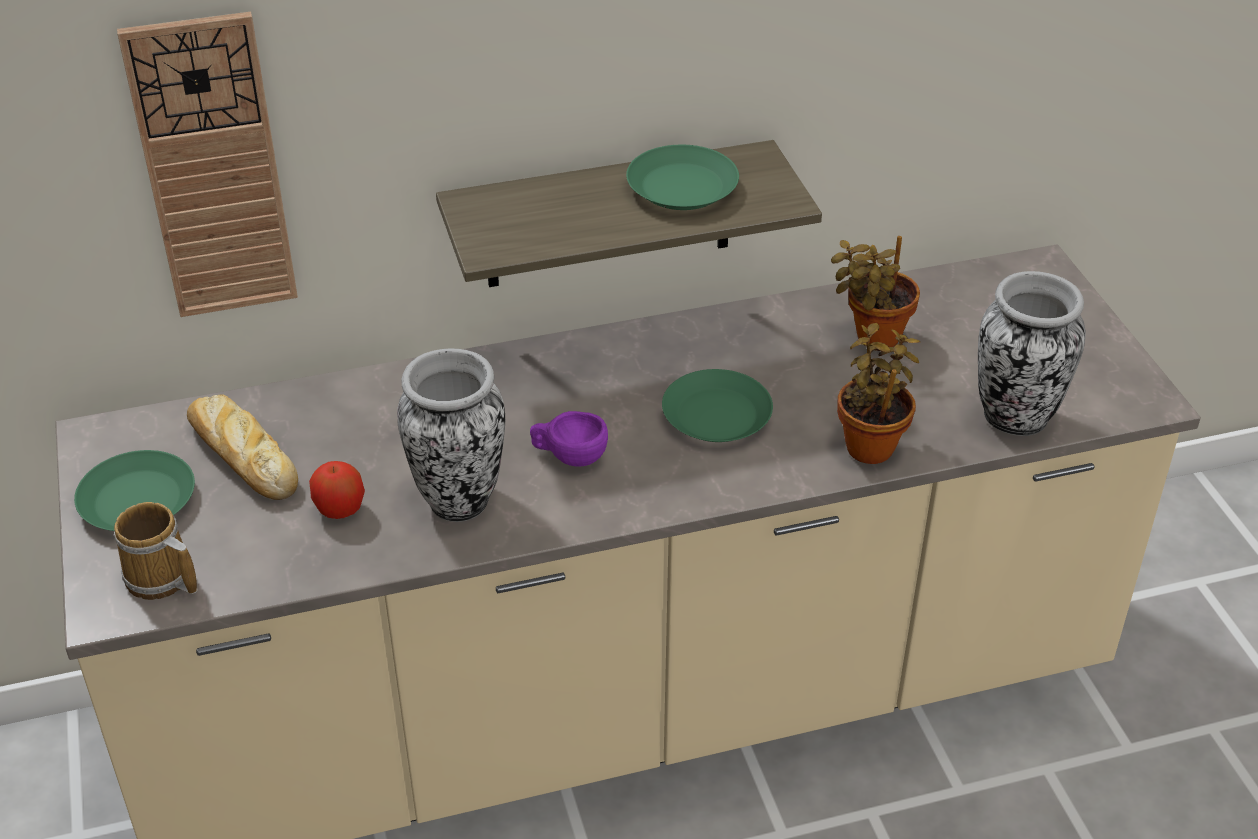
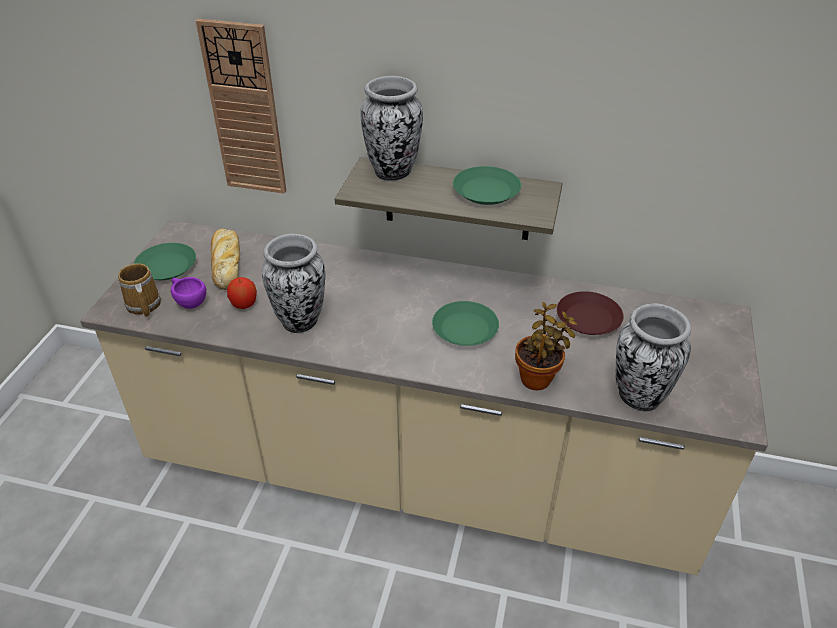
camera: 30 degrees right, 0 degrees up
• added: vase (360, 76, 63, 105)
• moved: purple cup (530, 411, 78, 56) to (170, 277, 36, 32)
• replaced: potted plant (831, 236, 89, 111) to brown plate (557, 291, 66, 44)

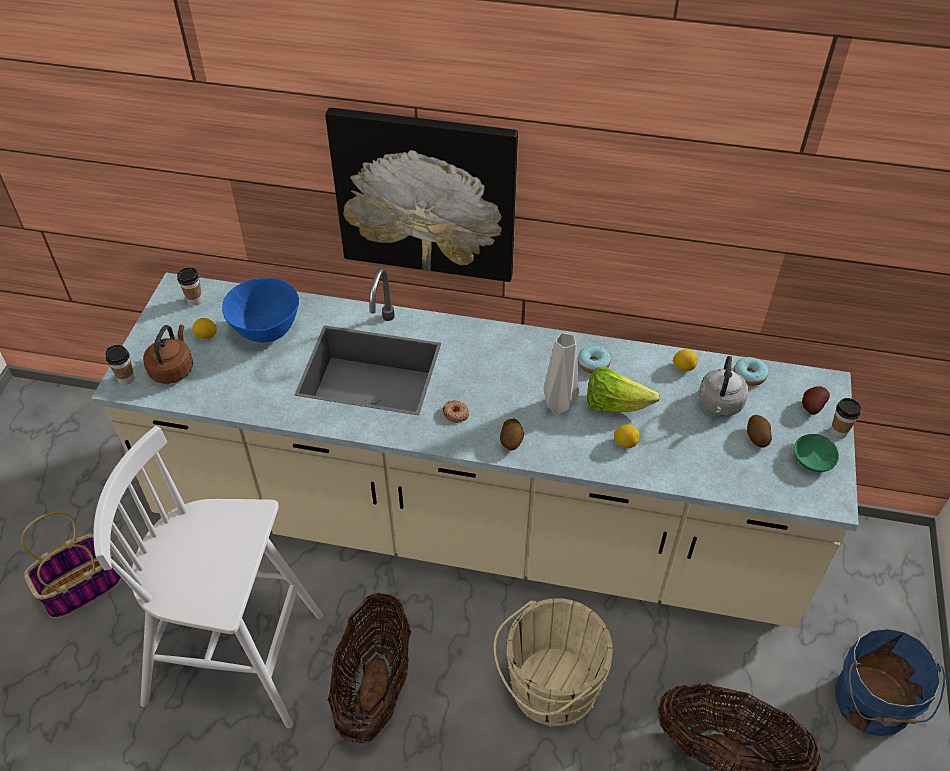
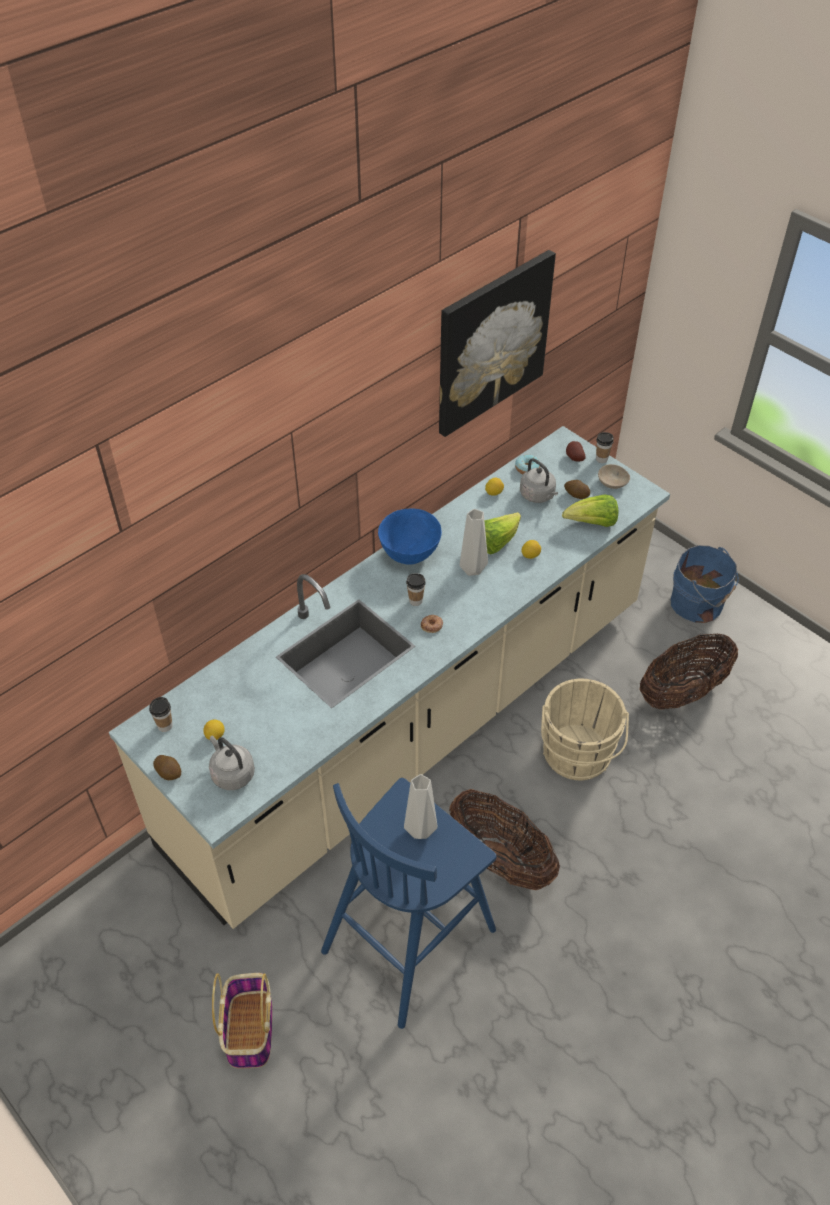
camera: 55 degrees left, 0 degrees up
• removed: donut (578, 345, 33, 29)
• added: grey vase (404, 774, 34, 65)
• added: lettuce (562, 494, 57, 33)
• moved: cup (105, 345, 30, 40) to (406, 573, 20, 33)
• moved: blue bowl (222, 278, 77, 65) to (378, 509, 64, 56)
• moved: picture (325, 108, 193, 174) to (439, 250, 117, 187)
• moved: potato (500, 419, 24, 31) to (153, 755, 28, 25)
• recoloured: white stool (93, 426, 230, 302) to blue stool (321, 778, 175, 251)
• recoloured: brown kettle (143, 325, 50, 59) to grey kettle (209, 735, 46, 55)
• recoloured: green bowl (794, 434, 45, 38) to beige bowl (598, 464, 32, 25)

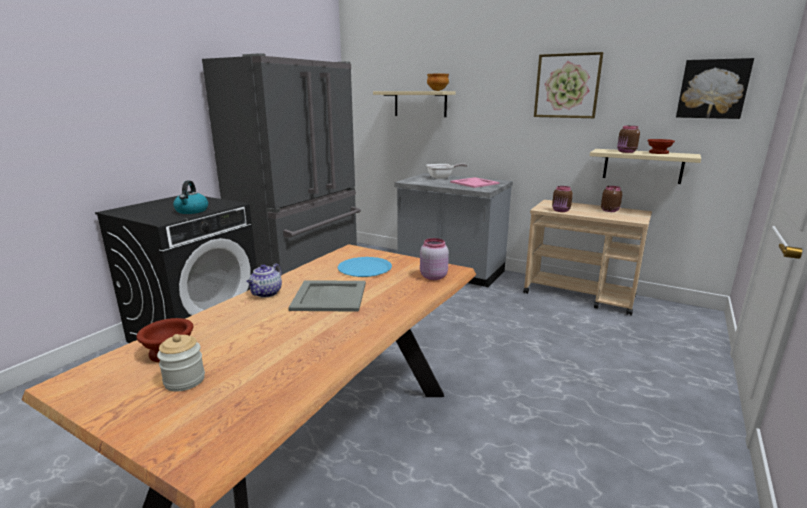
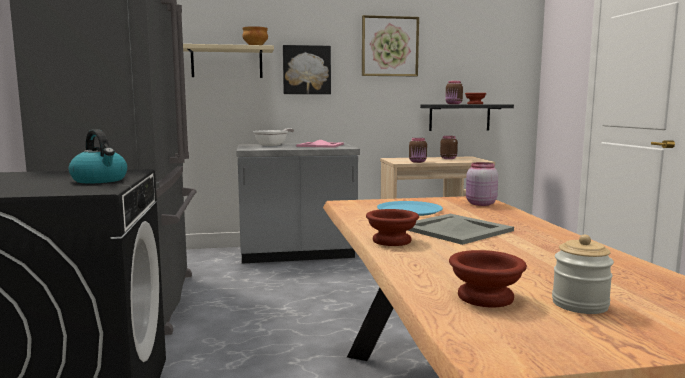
camera: 40 degrees left, 10 degrees down
• moved: picture (676, 58, 78, 61) to (283, 45, 48, 49)
• replaced: teapot (246, 263, 36, 34) to brown bowl (366, 209, 53, 37)
• recoloured: beige shelf (590, 149, 111, 35) to black shelf (420, 104, 94, 27)

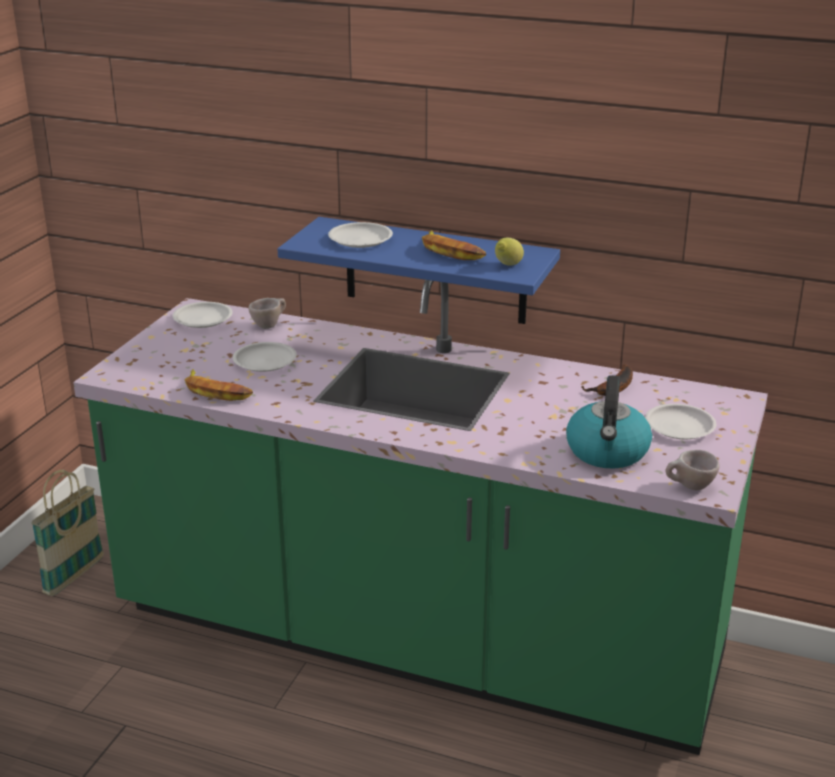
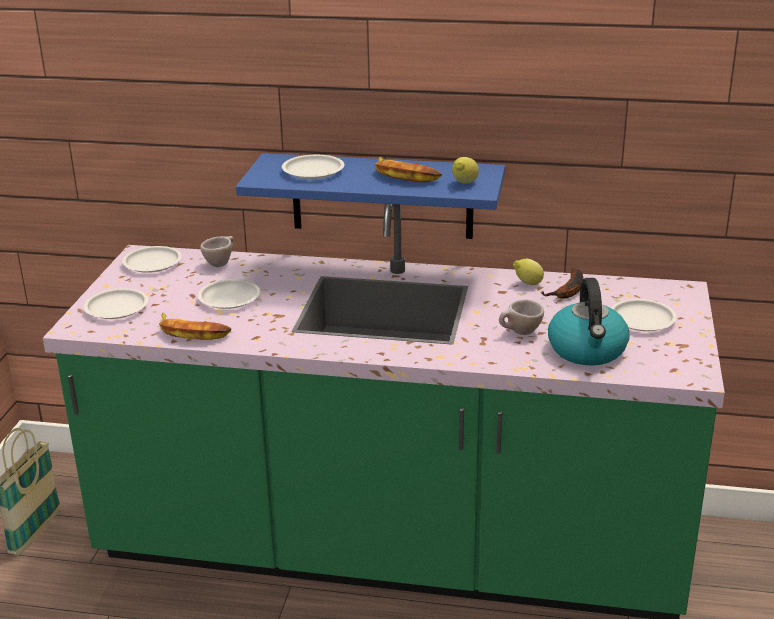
camera: 10 degrees left, 0 degrees up
• added: white plate (84, 288, 64, 31)
• added: lemon (513, 259, 31, 26)
• moved: beige cup (666, 450, 53, 40) to (499, 299, 45, 36)

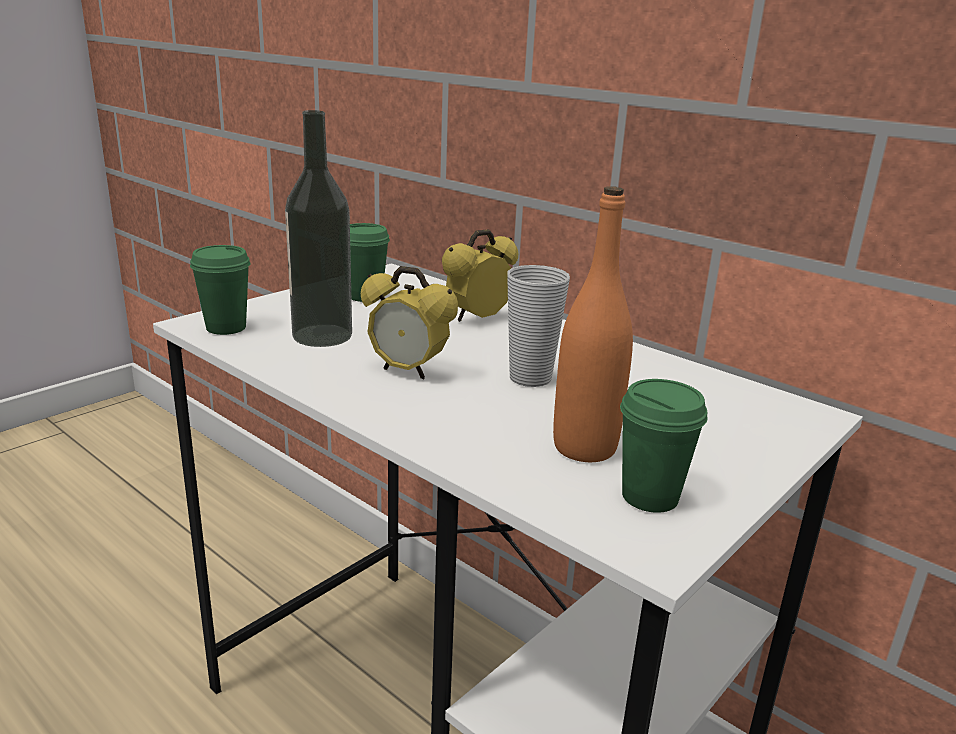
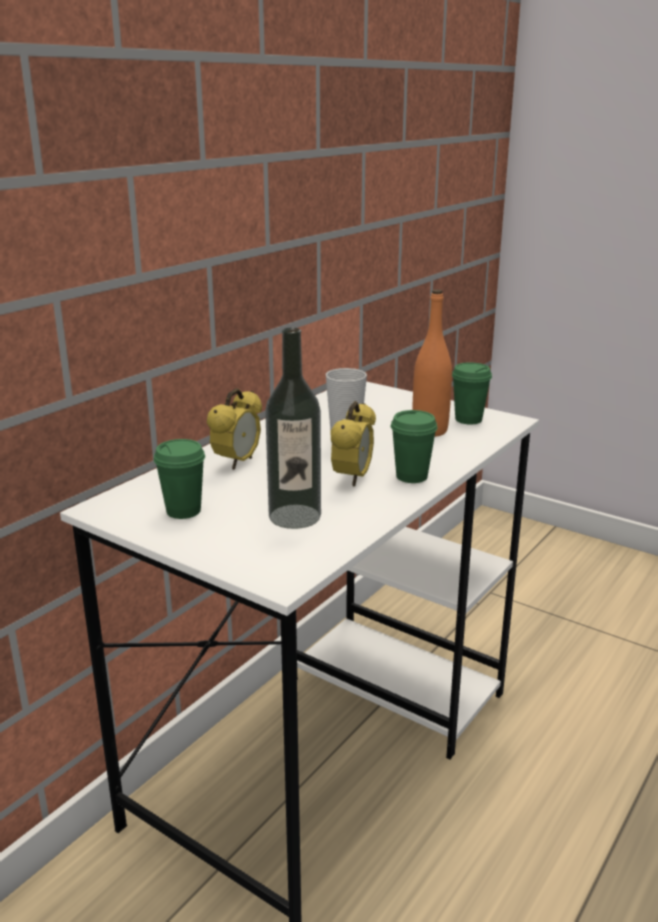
camera: 95 degrees left, 0 degrees up
• moved: green cup (190, 245, 61, 90) to (391, 410, 47, 73)
• turned: alarm clock (442, 229, 76, 93) = (207, 388, 55, 82) 105 degrees counterclockwise

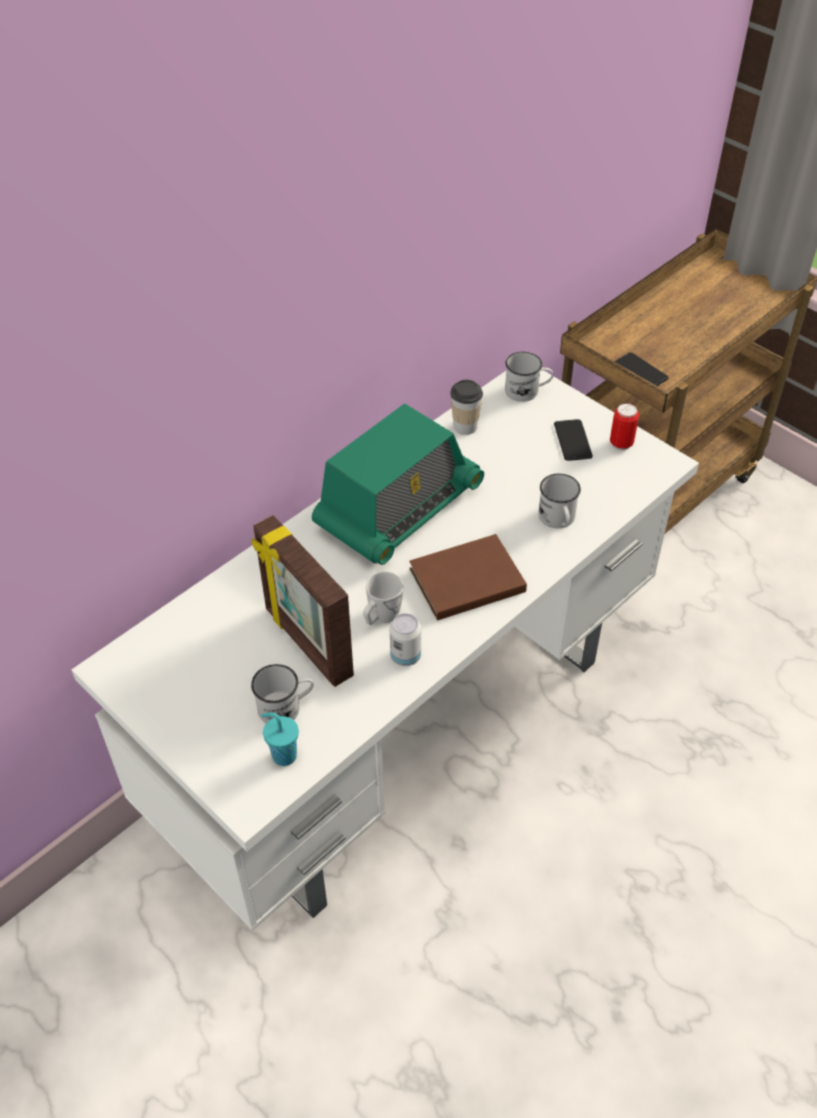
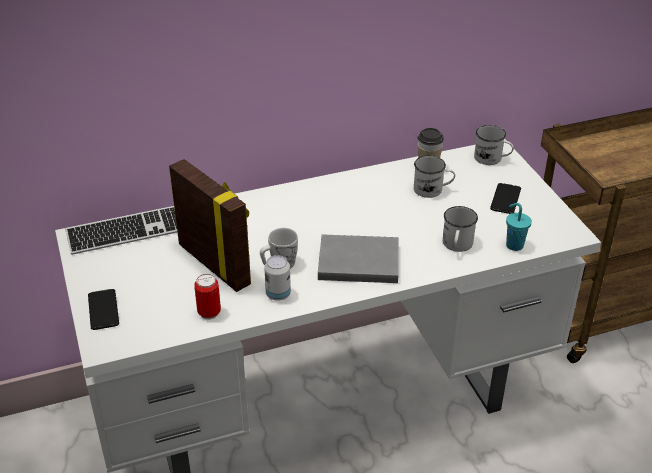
camera: 25 degrees right, 10 degrees down
• removed: radio (312, 403, 172, 162)
• added: keyboard (65, 206, 112, 49)
• moved: white mug (251, 664, 63, 59) to (414, 156, 41, 42)
• moved: turquoise cup (261, 712, 38, 54) to (506, 203, 26, 48)
• moved: can (610, 403, 29, 48) to (194, 274, 27, 46)
• moved: phone (614, 352, 55, 34) to (88, 289, 31, 41)
• recoloured: brown book (409, 534, 118, 87) to grey book (318, 234, 80, 49)
• turned: picture frame (251, 515, 103, 172) = (169, 159, 82, 133) 150 degrees clockwise

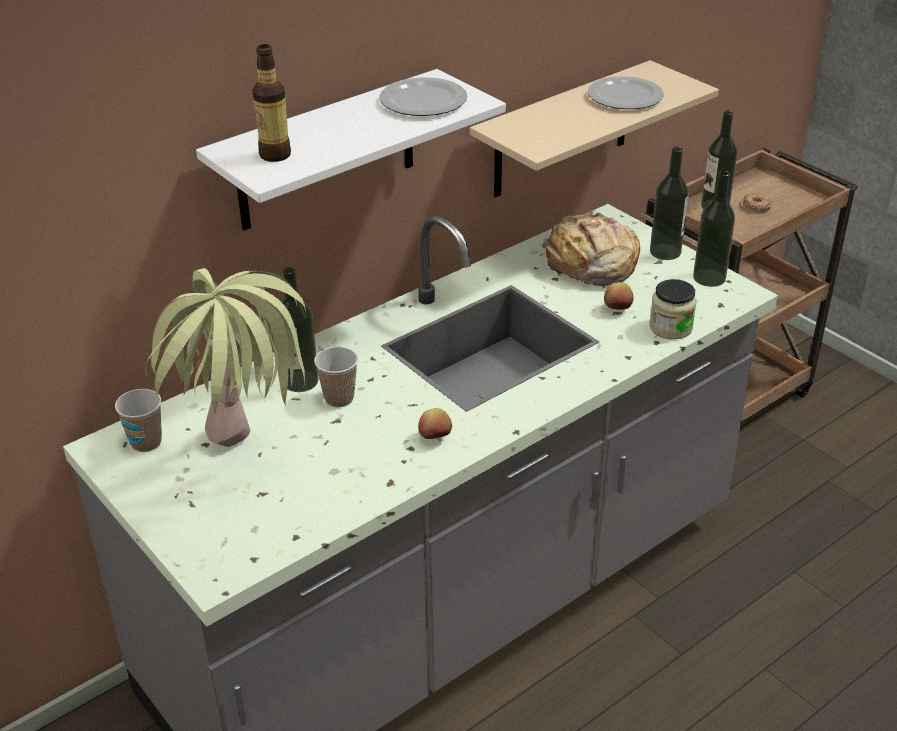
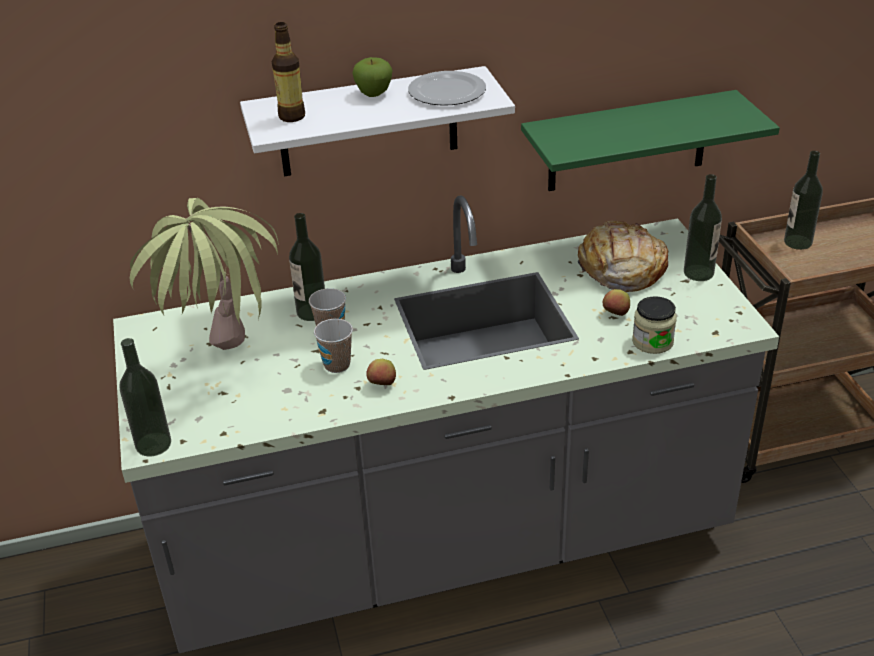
camera: 25 degrees right, 0 degrees up
• removed: plate (587, 76, 77, 33)
• removed: donut (743, 193, 28, 20)
• added: apple (352, 57, 41, 40)
• moved: cup (115, 389, 47, 63) to (314, 319, 39, 54)
• moved: bottle (693, 170, 42, 117) to (120, 338, 51, 118)
• recoloured: beige shelf (470, 60, 249, 137) to green shelf (521, 90, 259, 101)

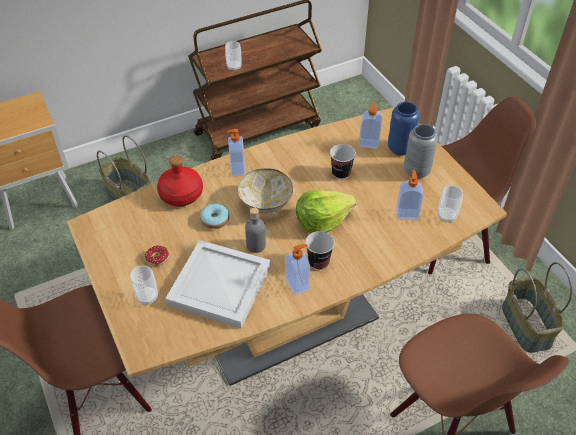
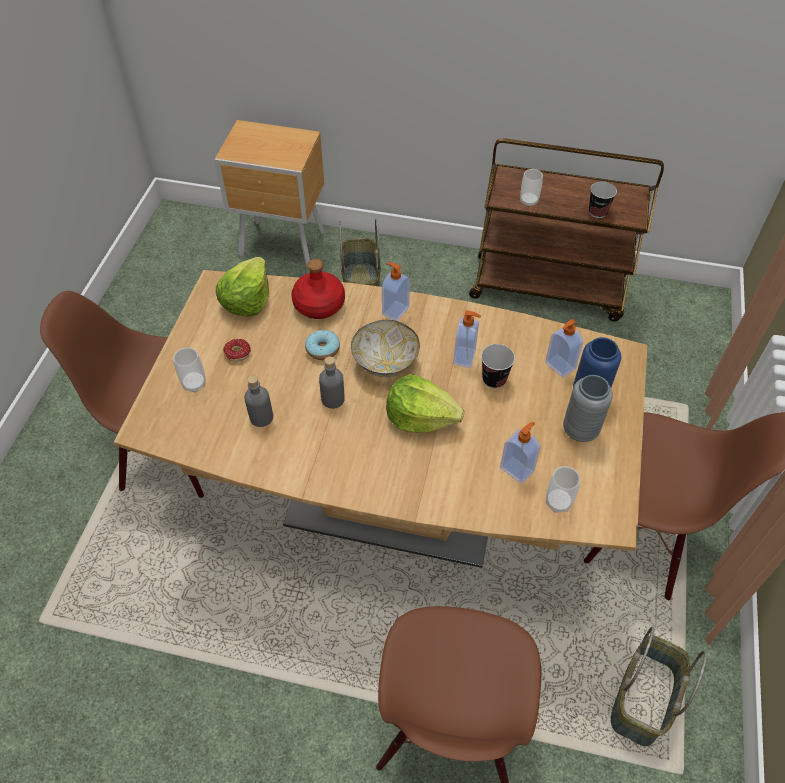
camera: 40 degrees right, 5 degrees up
• added: lettuce (216, 257, 53, 60)
• moved: soap dispenser (285, 244, 25, 52) to (453, 311, 28, 57)
• moved: cup (305, 231, 30, 39) to (589, 181, 28, 37)
• replaced: white tray (165, 240, 106, 88) to grey bottle (244, 375, 29, 52)

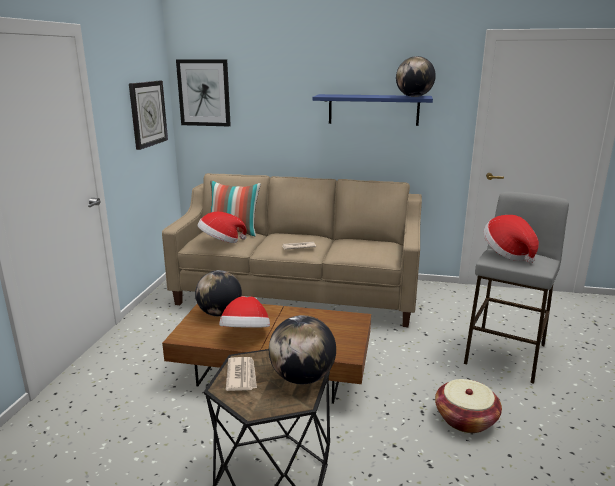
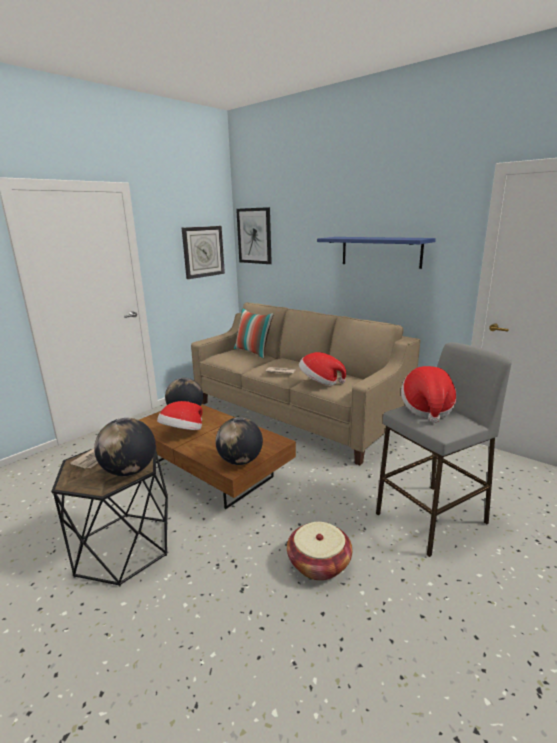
camera: 30 degrees right, 0 degrees up
• moved: hat (198, 212, 49, 31) to (299, 352, 47, 34)
• moved: globe (396, 56, 40, 41) to (216, 417, 47, 48)

